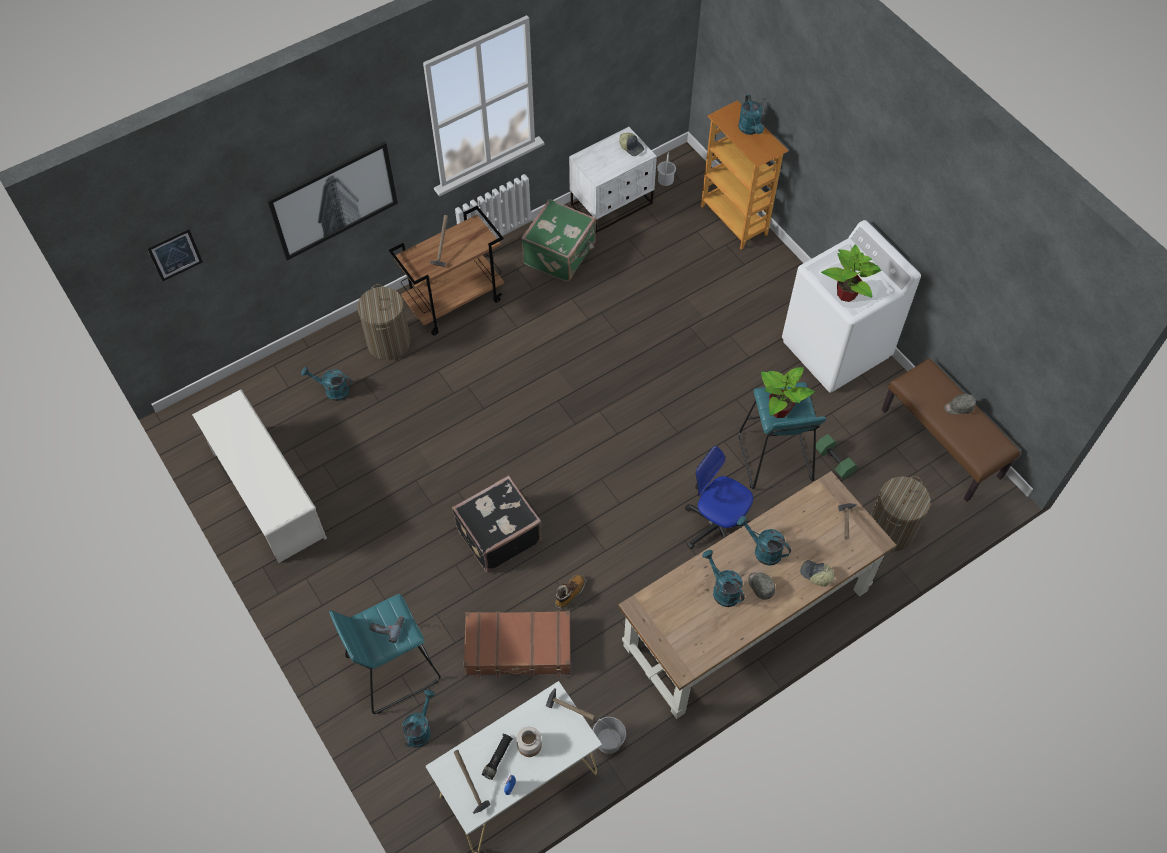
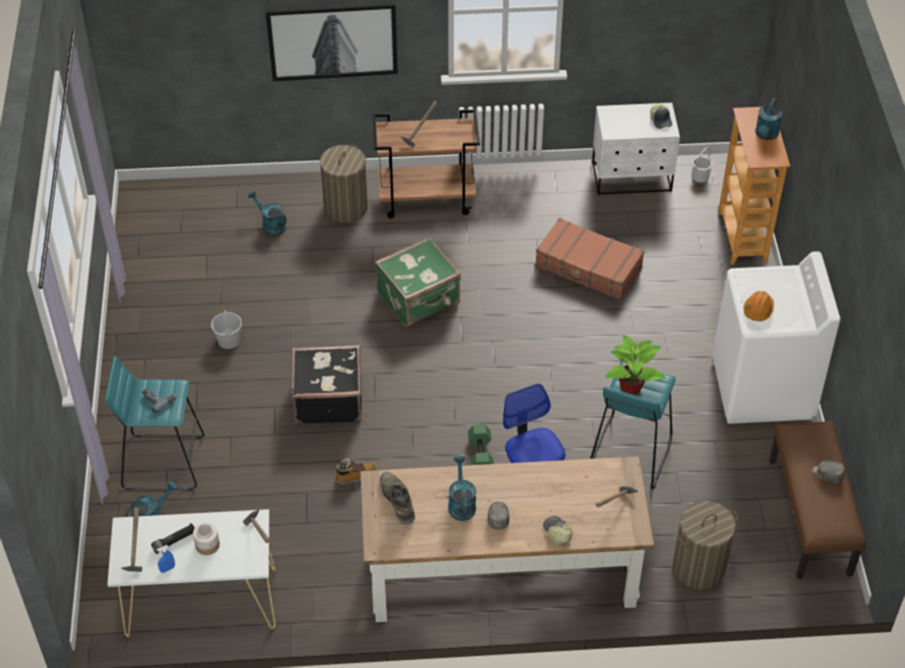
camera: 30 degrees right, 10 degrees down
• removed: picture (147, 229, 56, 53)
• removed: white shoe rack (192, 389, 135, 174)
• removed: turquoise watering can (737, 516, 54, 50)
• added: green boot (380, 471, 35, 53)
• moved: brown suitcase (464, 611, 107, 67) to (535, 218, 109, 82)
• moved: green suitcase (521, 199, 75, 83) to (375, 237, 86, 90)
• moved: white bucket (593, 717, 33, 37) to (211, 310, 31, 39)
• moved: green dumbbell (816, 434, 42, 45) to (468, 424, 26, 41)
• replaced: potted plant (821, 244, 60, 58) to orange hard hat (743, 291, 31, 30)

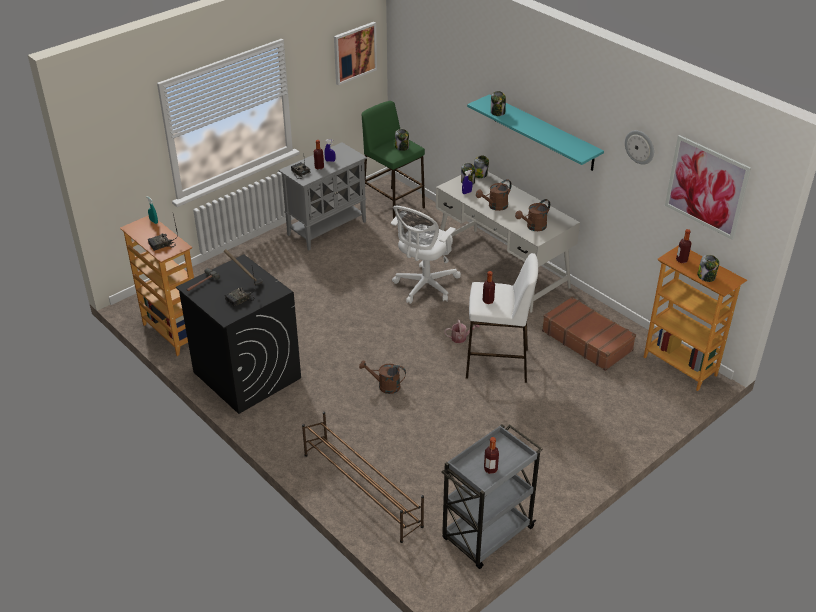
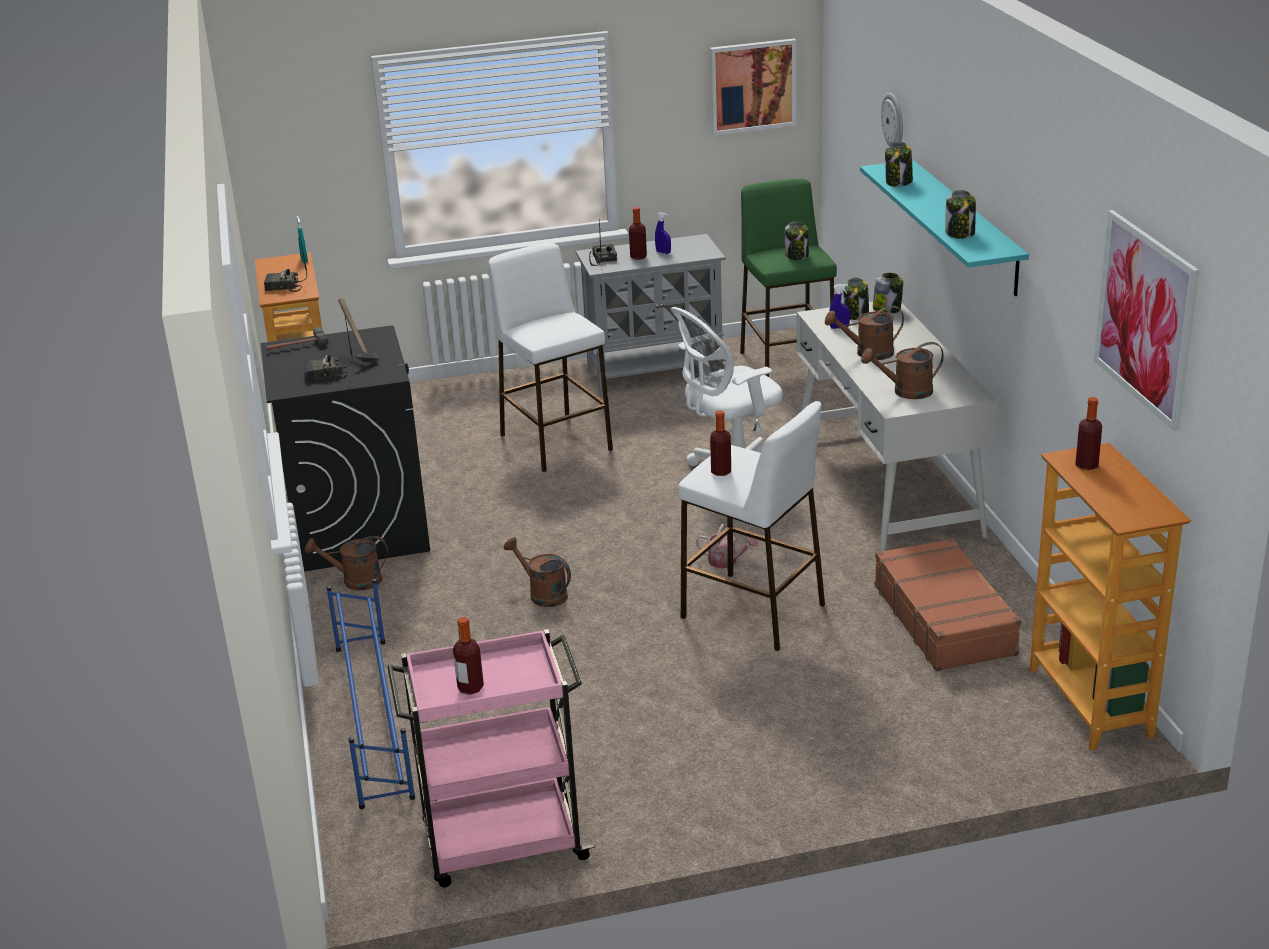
camera: 30 degrees right, 10 degrees down
• added: brown watering can (305, 536, 83, 54)
• added: white stool (489, 243, 124, 229)
• moved: wall clock (625, 130, 29, 35) to (881, 93, 22, 53)
• moved: jar (697, 255, 22, 27) to (945, 190, 31, 49)
• recoloured: brown shoe rack (302, 412, 122, 131) to blue shoe rack (327, 579, 88, 230)
• recoloured: grey cart (441, 424, 101, 145) to pink cart (387, 629, 208, 259)

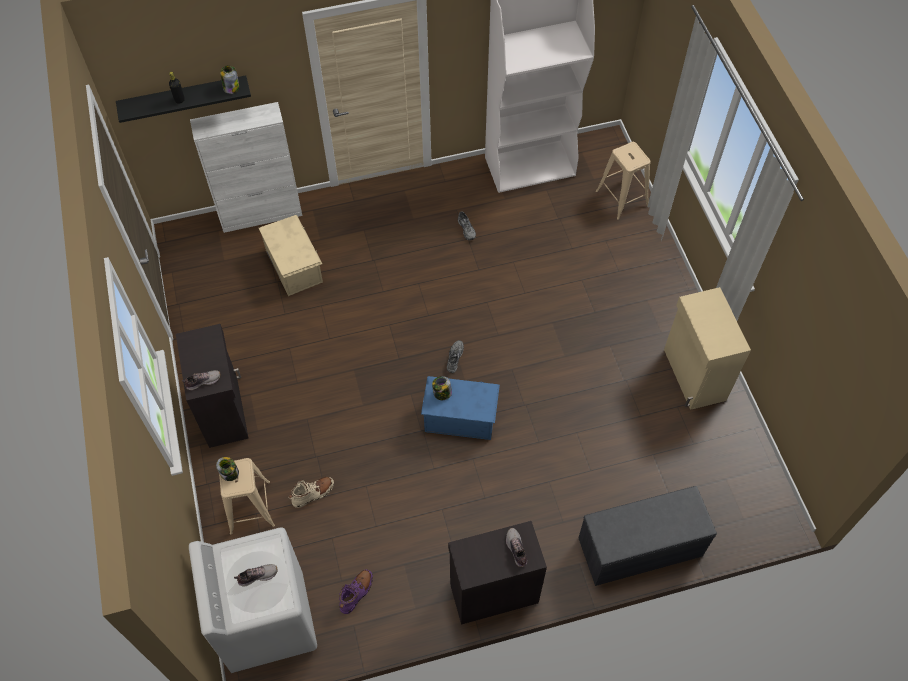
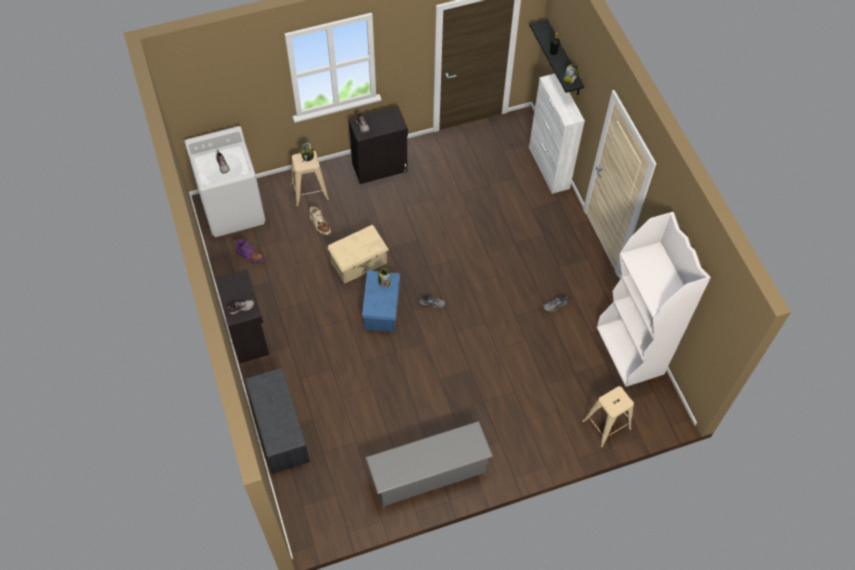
camera: 85 degrees right, 0 degrees up
• moved: beige storage box (259, 215, 64, 81) to (328, 225, 61, 59)
• replaced: beige cabinet (664, 287, 87, 123) to grey shoe rack (365, 421, 128, 88)

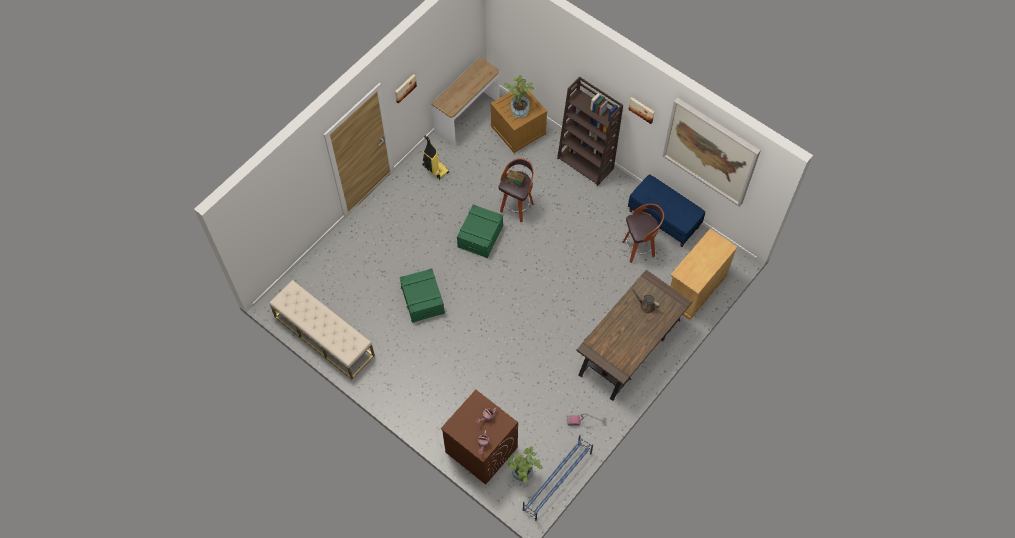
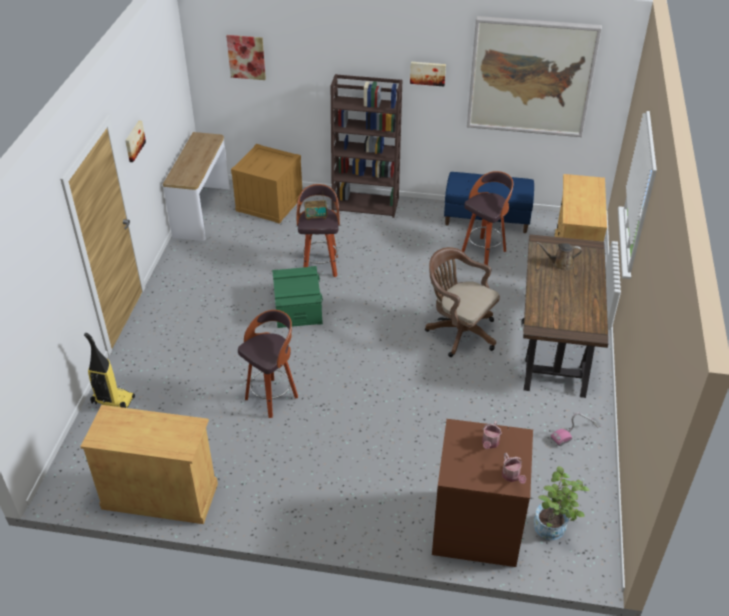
camera: 30 degrees left, 20 degrees down
• removed: potted plant (504, 75, 30, 42)
• removed: blue shoe rack (523, 435, 70, 86)
• added: picture (226, 35, 40, 45)
• added: brown office chair (425, 247, 75, 110)
• moved: vacuum cleaner (422, 136, 27, 44) to (84, 333, 51, 75)
• replaced: beige bench (269, 280, 106, 99) to beige cabinet (80, 405, 138, 119)
• replaced: green storage box (400, 268, 45, 55) to stool (238, 310, 60, 108)

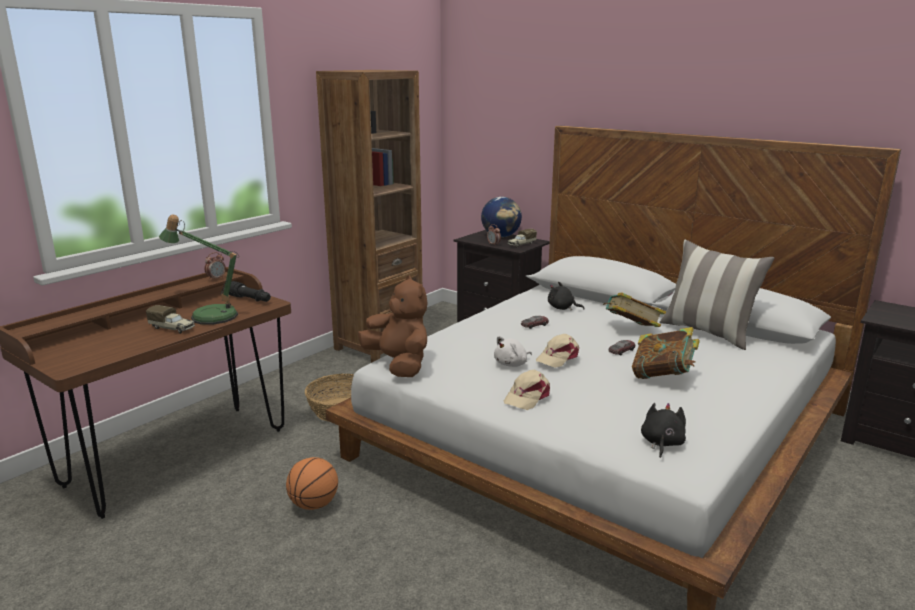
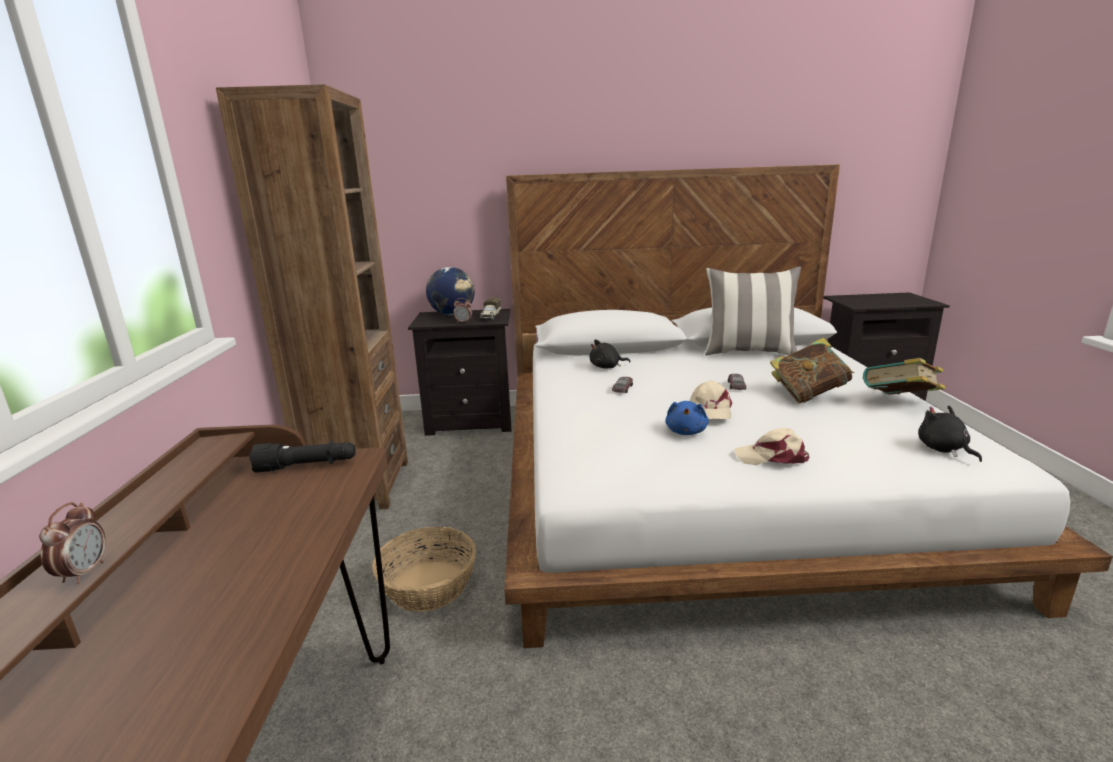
camera: 40 degrees left, 0 degrees up
• removed: toy truck (146, 305, 49, 29)
• removed: table lamp (159, 214, 80, 111)
• removed: basketball (286, 457, 52, 53)
• removed: brown plush toy (358, 275, 70, 102)
• moved: alarm clock (204, 252, 22, 29) to (39, 502, 66, 82)
• moved: book (603, 293, 63, 34) to (863, 358, 82, 37)
• recoloured: white plush toy (494, 336, 38, 31) to blue plush toy (665, 401, 44, 34)
• turned: beige cap (504, 370, 46, 40) = (734, 428, 75, 37) 105 degrees clockwise

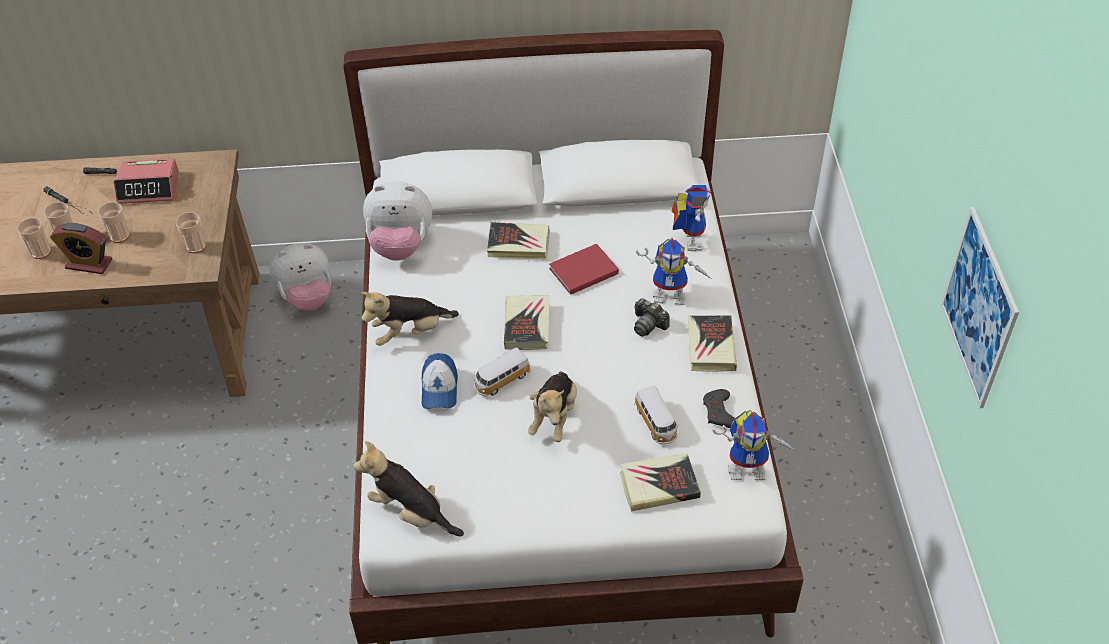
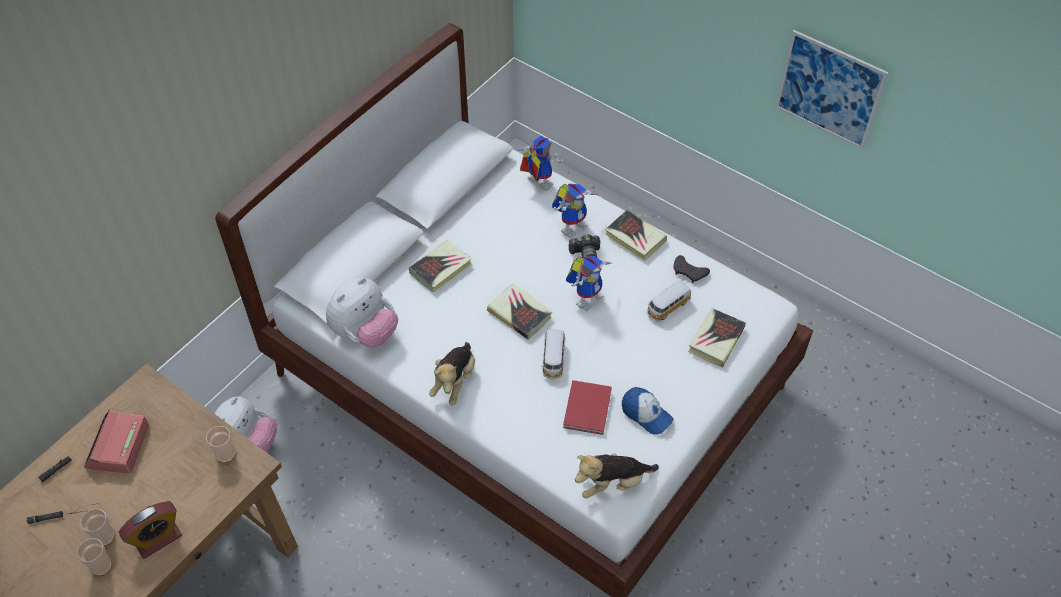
camera: 50 degrees left, 5 degrees up
• removed: cup (98, 202, 32, 41)
• removed: plush toy (528, 371, 49, 71)
• moved: cap (422, 353, 36, 56) to (622, 387, 52, 48)
• moved: red book (549, 244, 70, 51) to (563, 380, 49, 55)
• moved: toy robot (712, 410, 84, 70) to (566, 255, 45, 56)
• turned: alarm clock (113, 158, 66, 46) = (84, 409, 65, 65) 150 degrees clockwise
• turned: toy car (634, 386, 45, 58) = (647, 280, 44, 41) 120 degrees clockwise

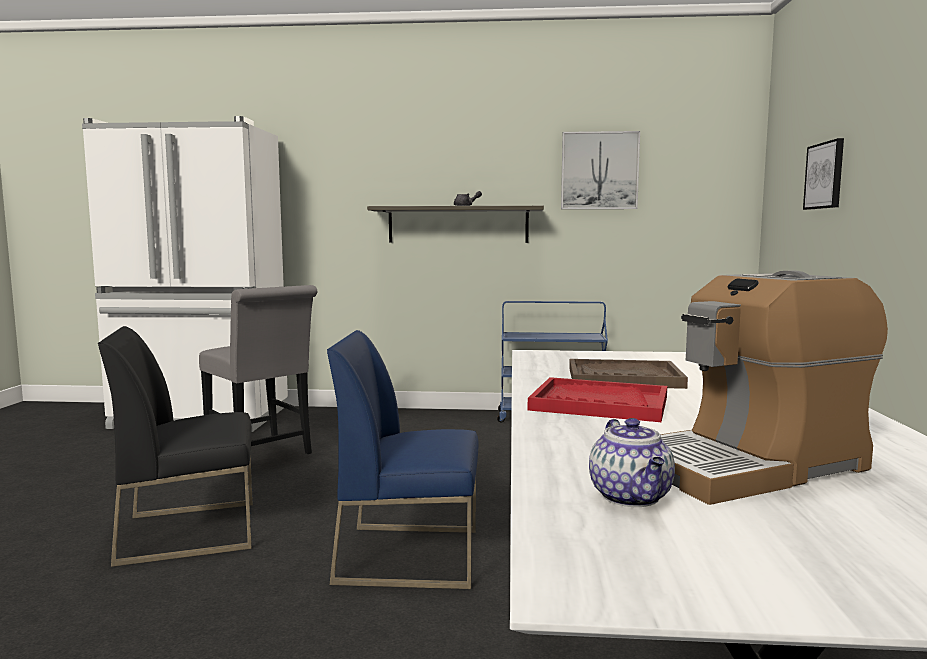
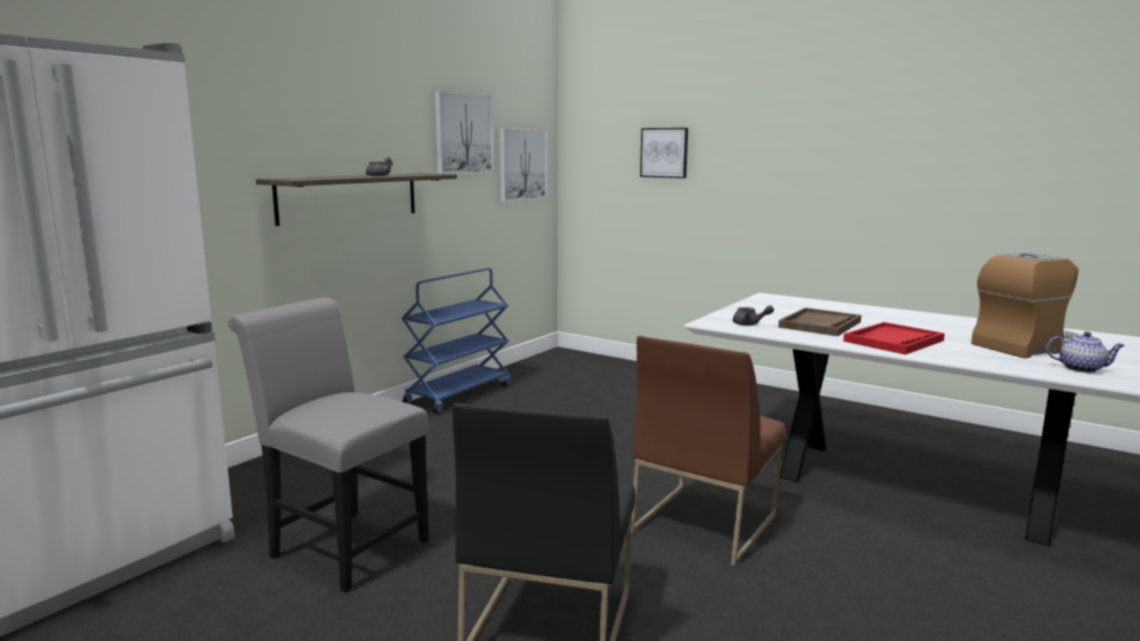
camera: 60 degrees left, 5 degrees up
• added: picture (500, 128, 47, 74)
• added: grey teapot (733, 305, 41, 21)
• recoloured: blue chair (327, 330, 152, 259) to brown chair (631, 336, 155, 230)
• turned: grey chair (199, 285, 119, 169) = (228, 297, 201, 296) 135 degrees counterclockwise
• turned: coffee machine (660, 270, 228, 235) = (971, 253, 112, 106) 120 degrees counterclockwise

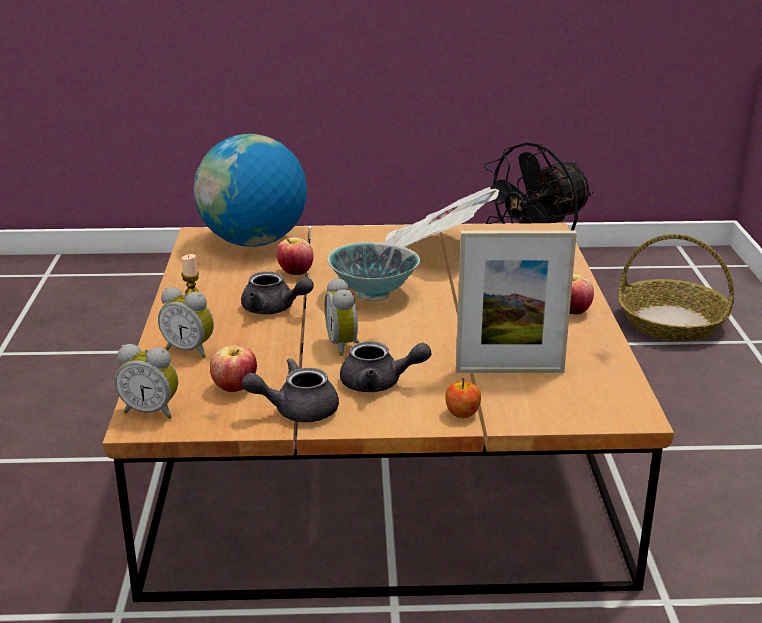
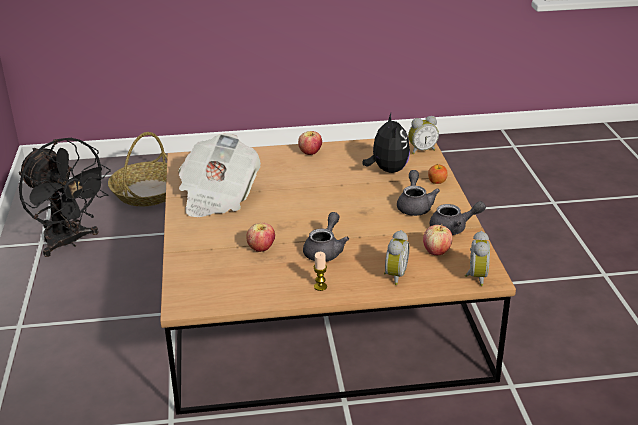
camera: 95 degrees left, 5 degrees up
• removed: globe (194, 134, 113, 113)
• removed: bowl (328, 242, 92, 59)
• moved: alarm clock (325, 277, 35, 79) to (408, 116, 31, 38)
• replaced: picture frame (456, 230, 121, 143) to plush toy (363, 113, 47, 60)
• turned: grey teapot (242, 358, 97, 64) = (430, 201, 56, 34) 75 degrees counterclockwise

